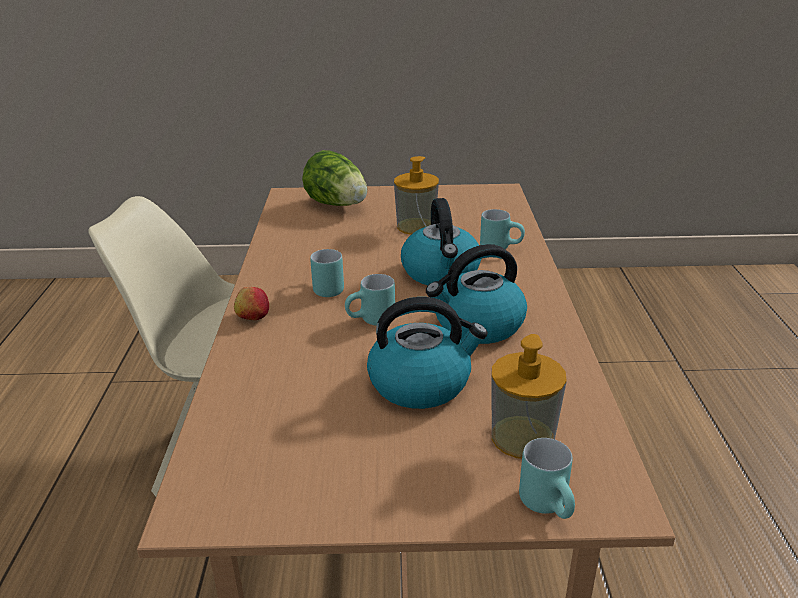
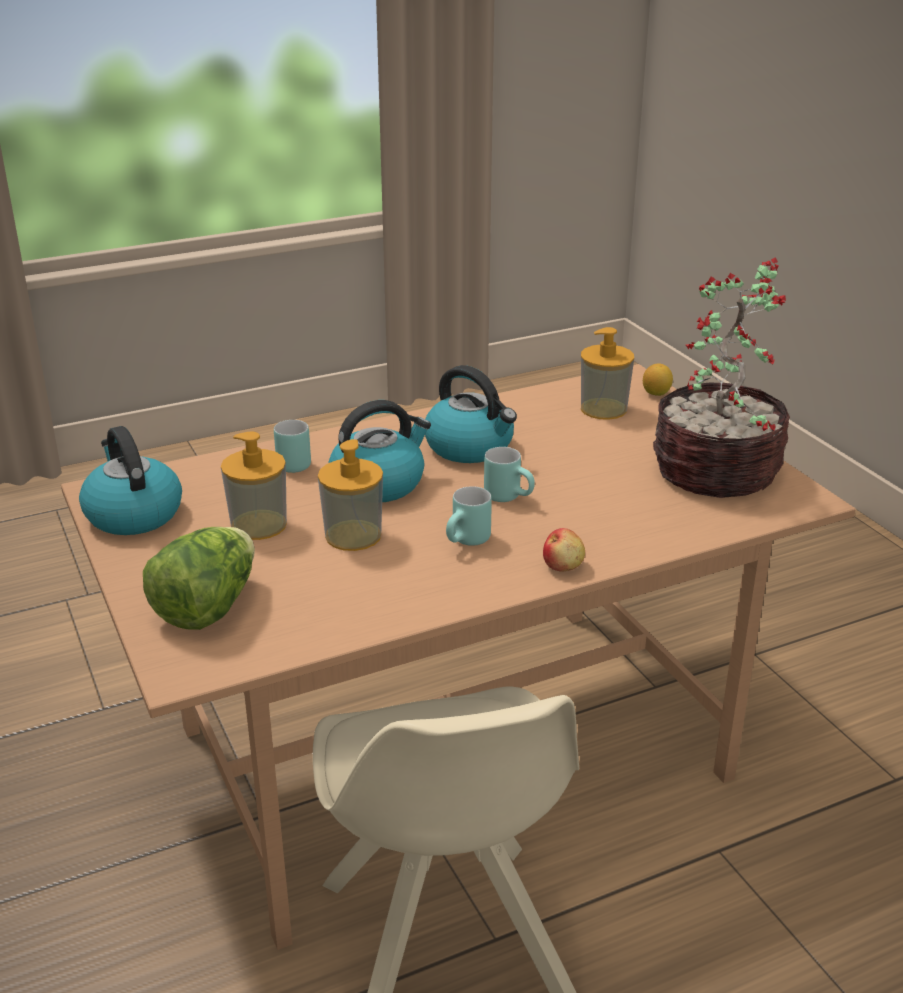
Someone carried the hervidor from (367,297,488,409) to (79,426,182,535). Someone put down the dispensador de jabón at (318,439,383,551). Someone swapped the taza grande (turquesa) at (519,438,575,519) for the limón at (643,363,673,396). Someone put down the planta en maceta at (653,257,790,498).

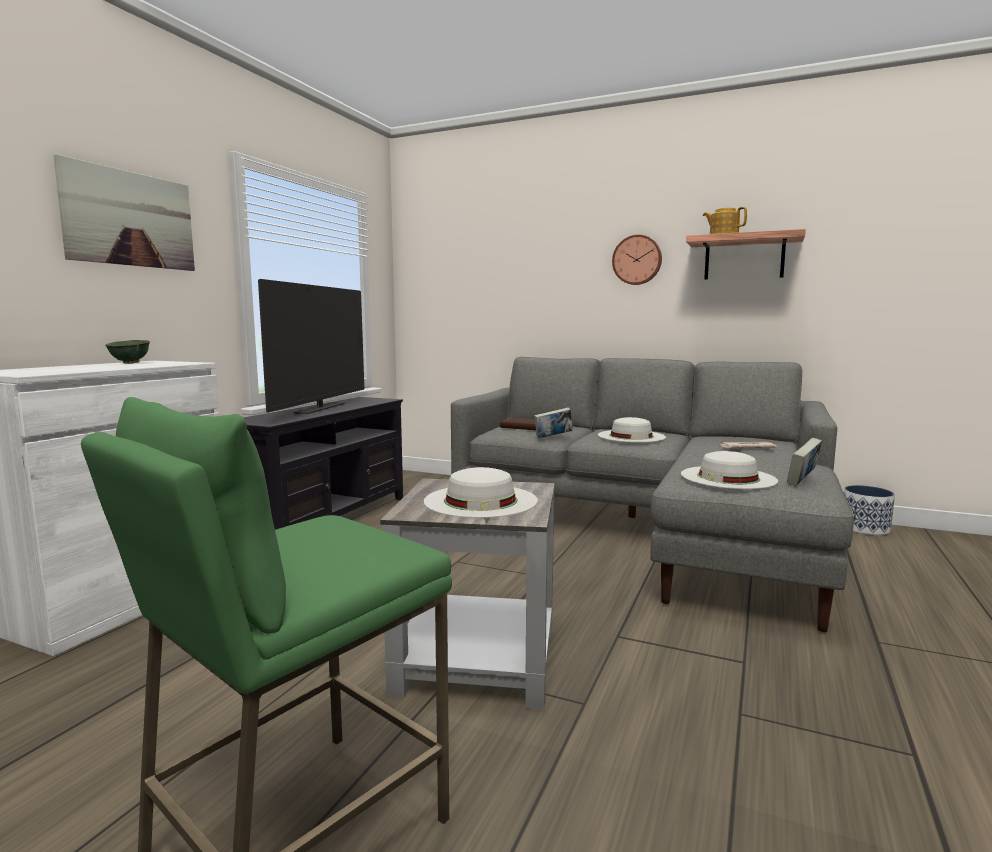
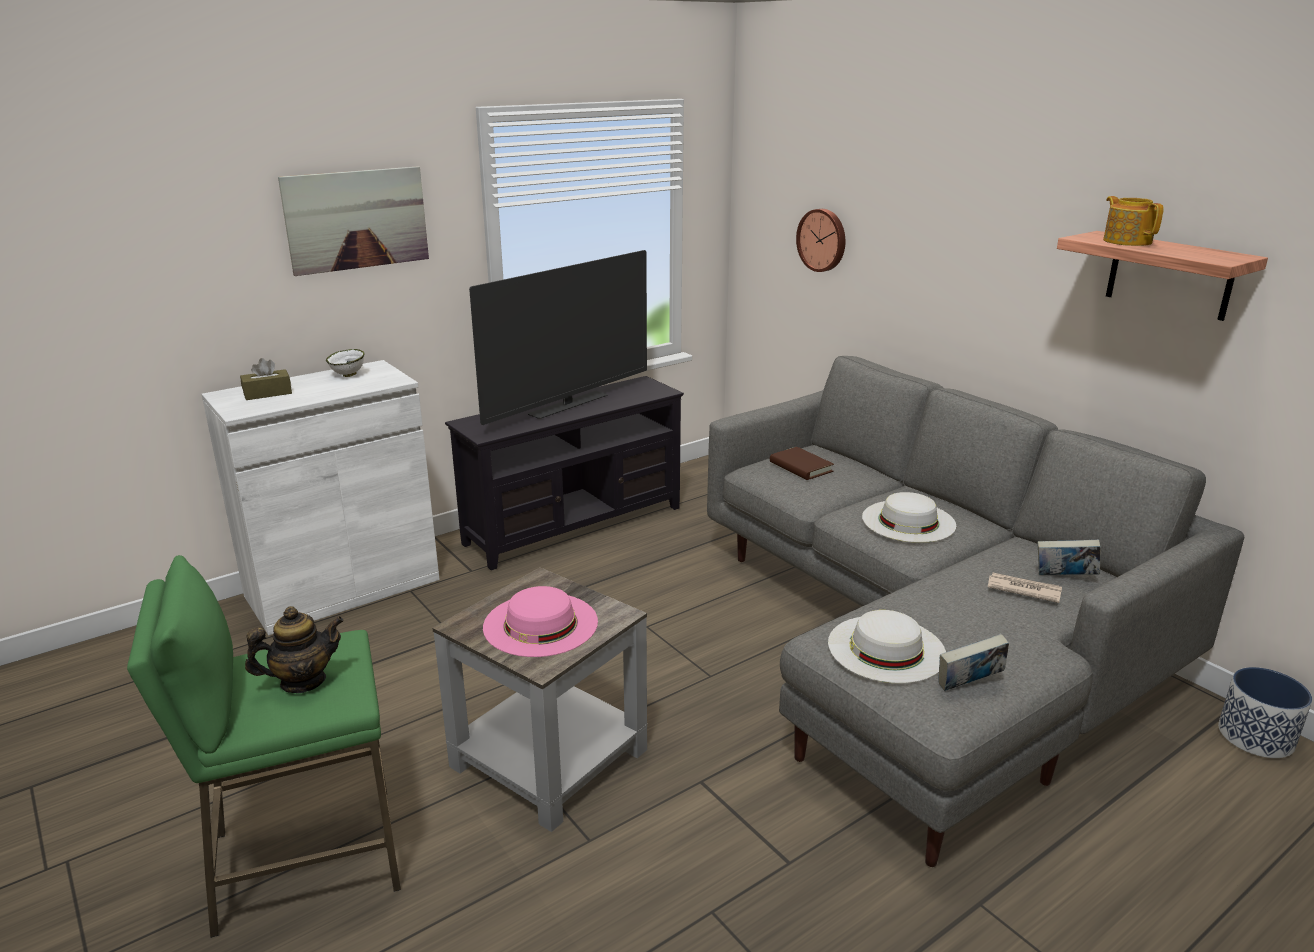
Someone put down the caja de pañuelos (marrón) at (240,358,292,400). Someone put down the tetera at (245,606,344,693). Someone repainted the cuenco (verde) at (105,340,150,364), which became the cuenco (blanco) at (326,349,365,377). Someone repainted the sombrero (blanco) at (424,467,538,518), which became the sombrero (rosa) at (483,586,598,657). Someone carried the reloj de pared from (612,234,662,285) to (796,209,845,272). Someone carried the libro from (534,407,573,438) to (1037,540,1101,575).

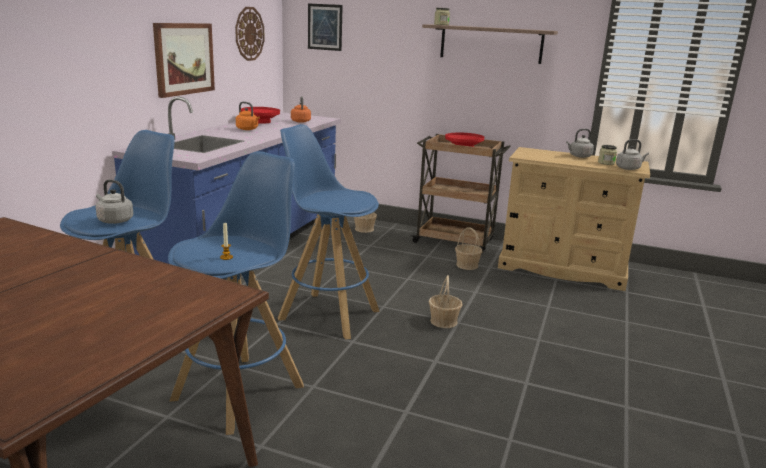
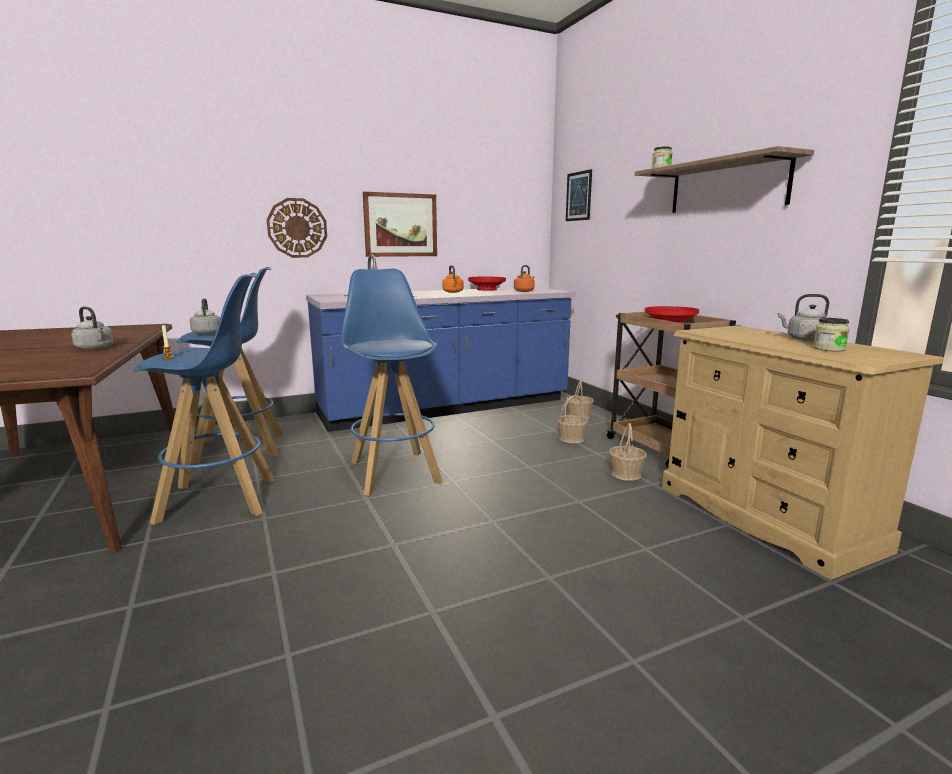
Someone carried the hervidor (gris) from (616,139,649,170) to (71,307,114,350). Someone carried the reloj de pared from (235,7,265,61) to (267,198,327,258). Someone carried the cesta from (429,275,463,328) to (557,395,588,443).

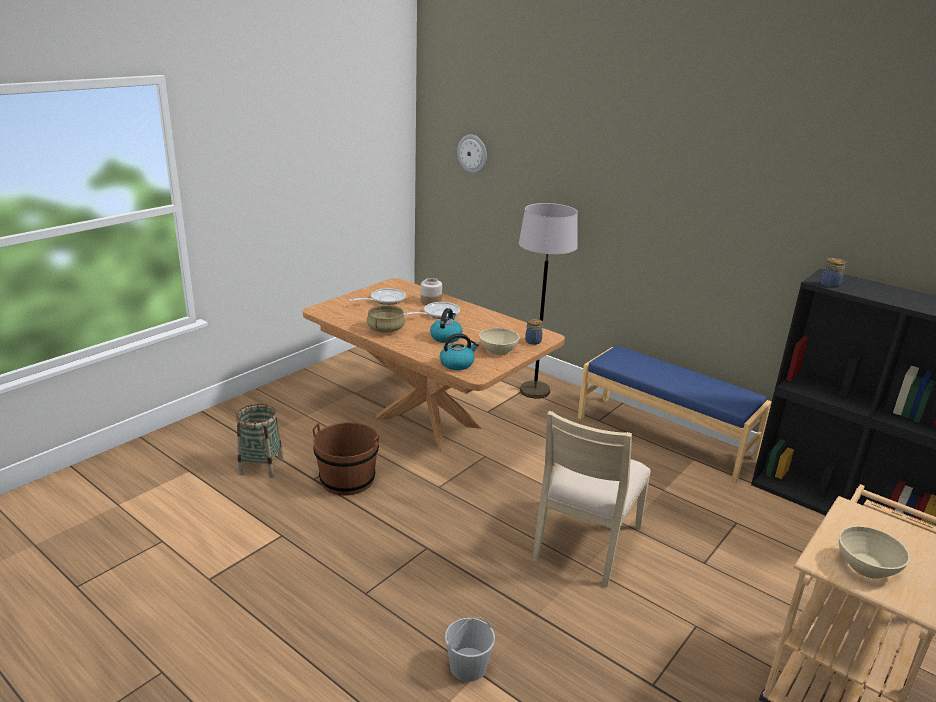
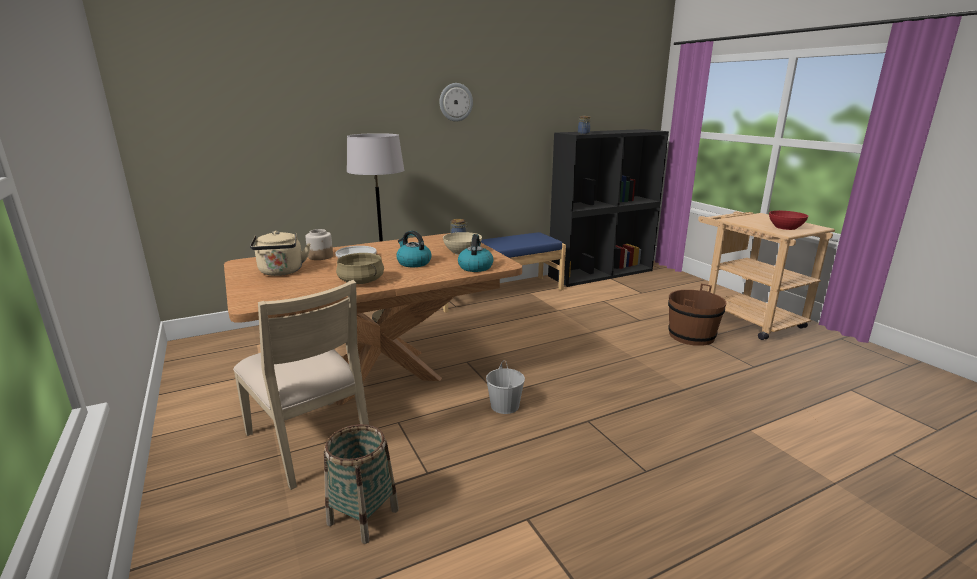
Someone carried the silla (beis) from (532,411,651,587) to (233,280,369,490). Someone swapped the sartén at (349,288,406,305) for the hervidor (beis) at (250,231,310,276). Someone carried the reloj de pared from (457,134,487,173) to (439,83,473,121). Someone carried the cubo (blanco) from (445,617,495,682) to (486,360,525,414). Someone carried the cubo (marrón) from (312,422,380,496) to (668,284,727,346). Someone repainted the cuenco (beis) at (839,526,910,579), which became the cuenco (rojo) at (769,211,808,230).

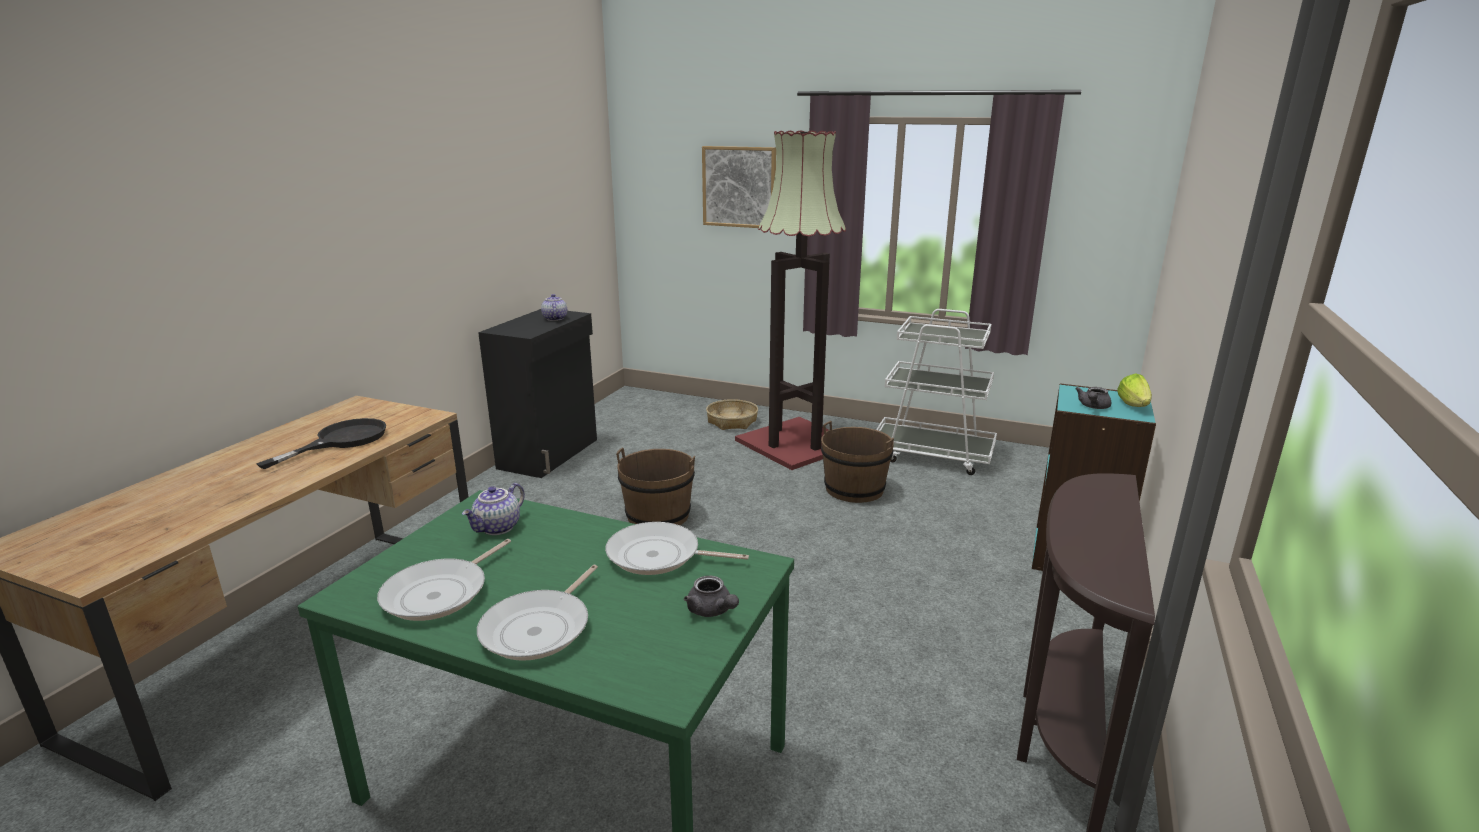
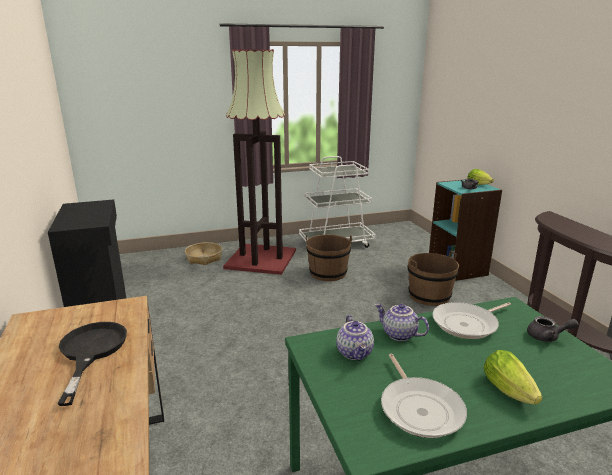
Someone carried the tetera from (541,294,567,321) to (375,303,429,341). Someone carried the cubo (marrón) from (616,448,695,525) to (407,251,459,306). Someone swapped the sartén at (477,565,598,661) for the lechuga at (484,350,543,404). Someone took away the cuadro at (702,146,776,228).

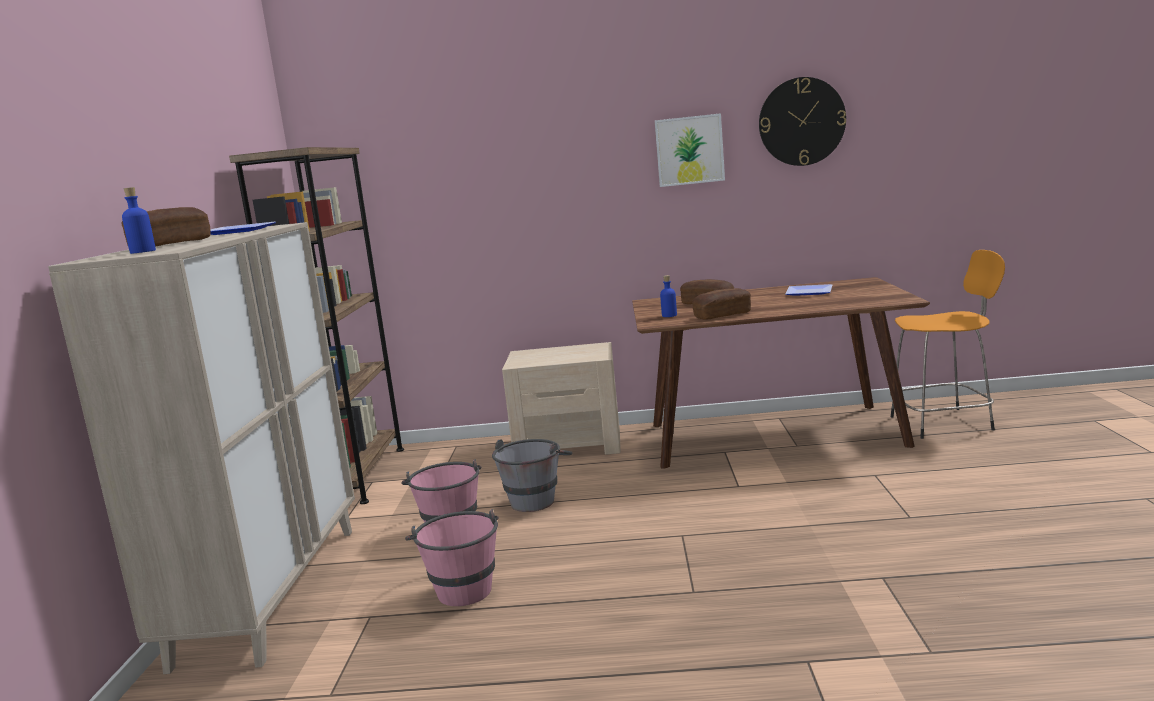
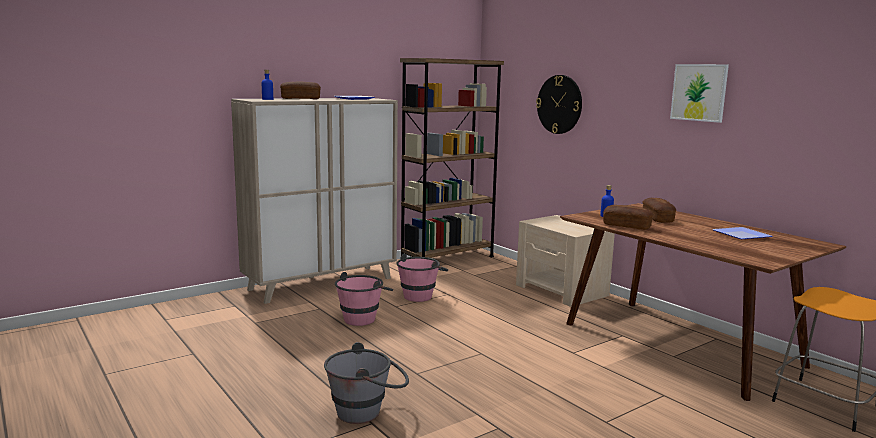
Someone carried the cubo (gris) from (492,439,573,512) to (324,342,409,424). Someone carried the reloj de pared from (759,77,846,166) to (536,75,582,134).

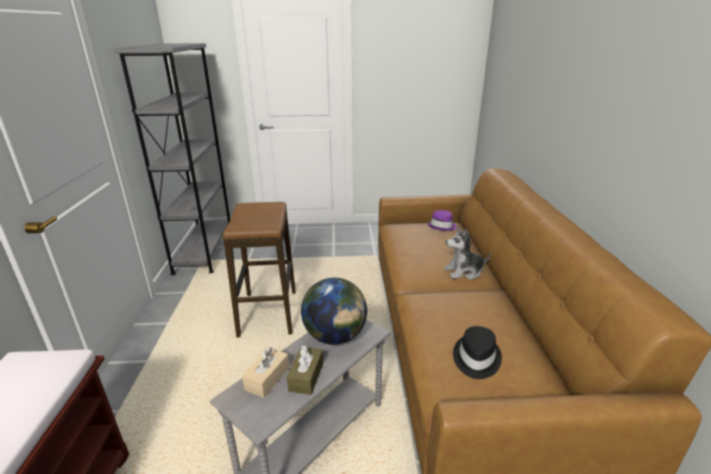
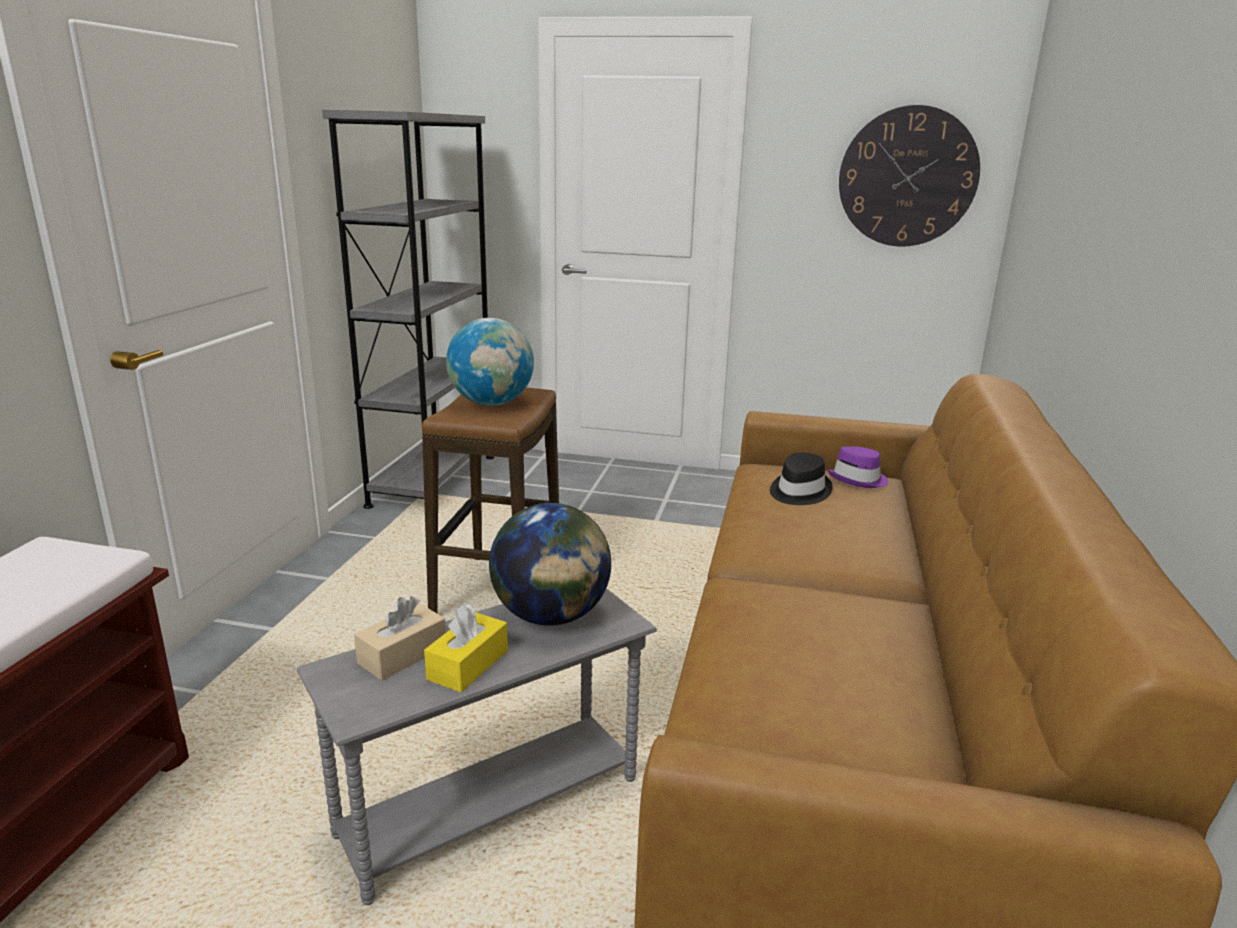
Someone repainted the caja de pañuelos (marrón) at (287,345,323,395), which became the caja de pañuelos (amarillo) at (424,604,508,692). Someone put down the globo terráqueo at (446,318,534,406). Someone carried the sombrero (negro) from (453,326,502,379) to (770,452,833,505). Someone put up the reloj de pared at (839,105,980,247). Someone took away the peluche at (444,227,491,280).

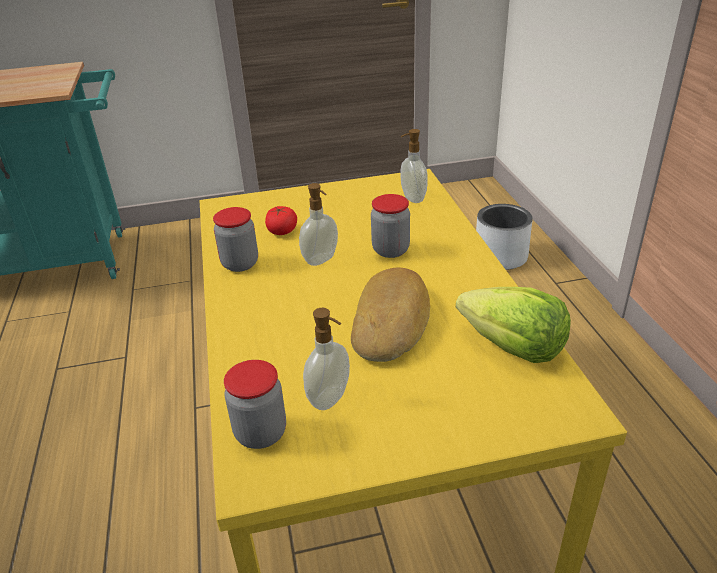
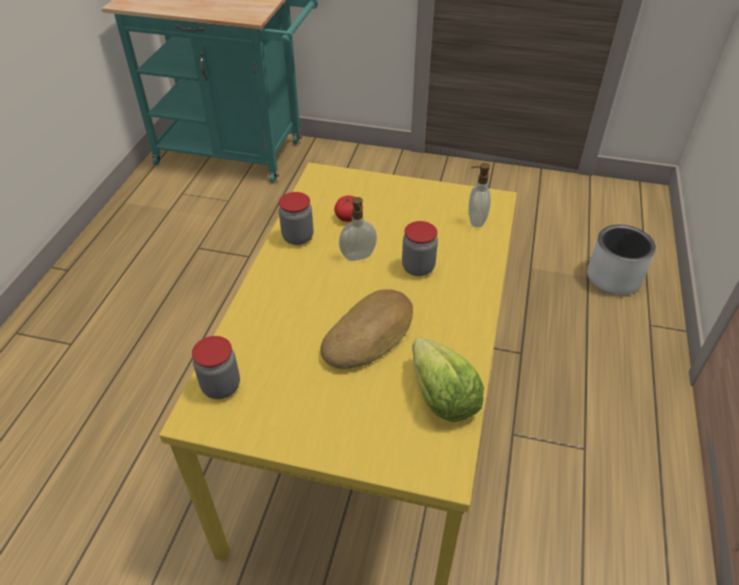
Someone took away the dispensador de jabón at (303,308,350,410).

